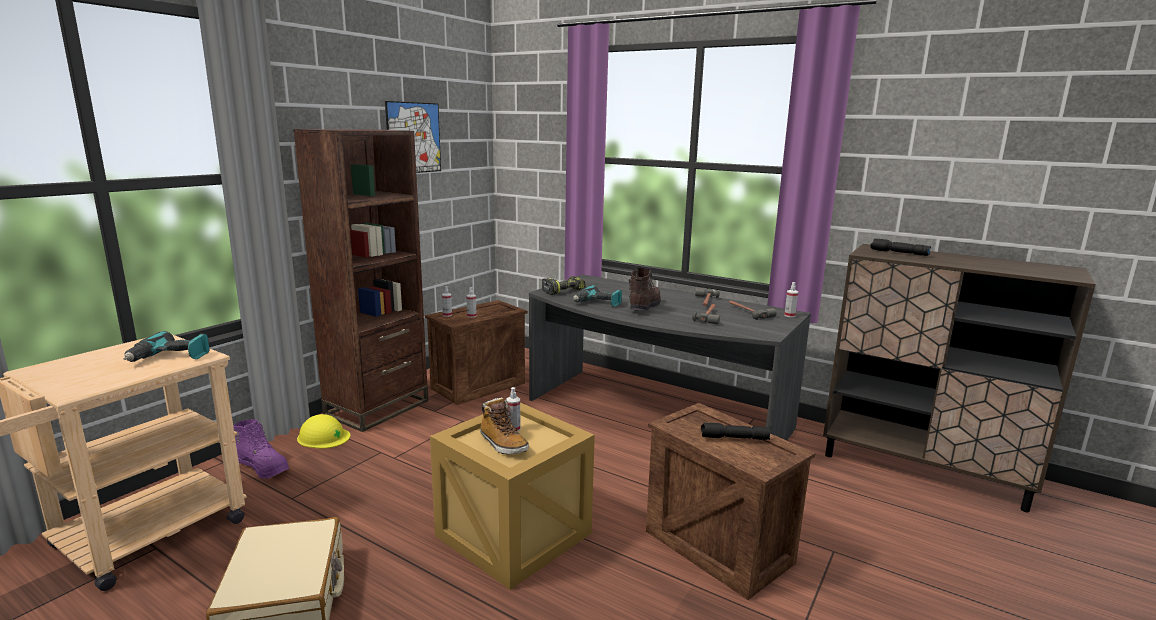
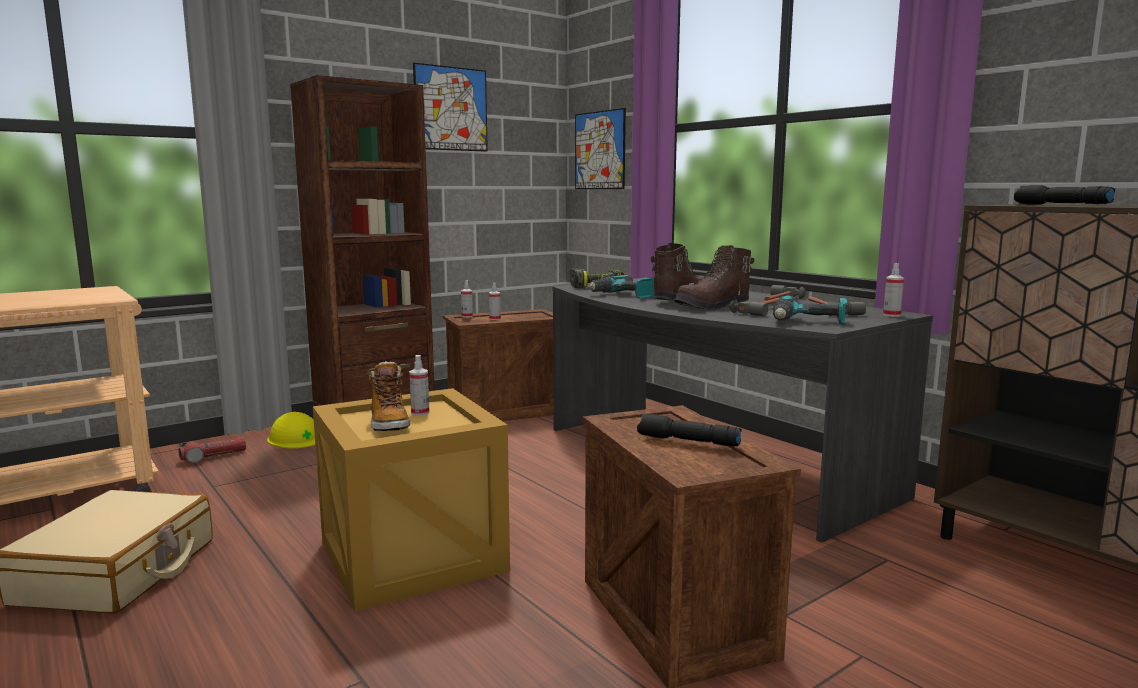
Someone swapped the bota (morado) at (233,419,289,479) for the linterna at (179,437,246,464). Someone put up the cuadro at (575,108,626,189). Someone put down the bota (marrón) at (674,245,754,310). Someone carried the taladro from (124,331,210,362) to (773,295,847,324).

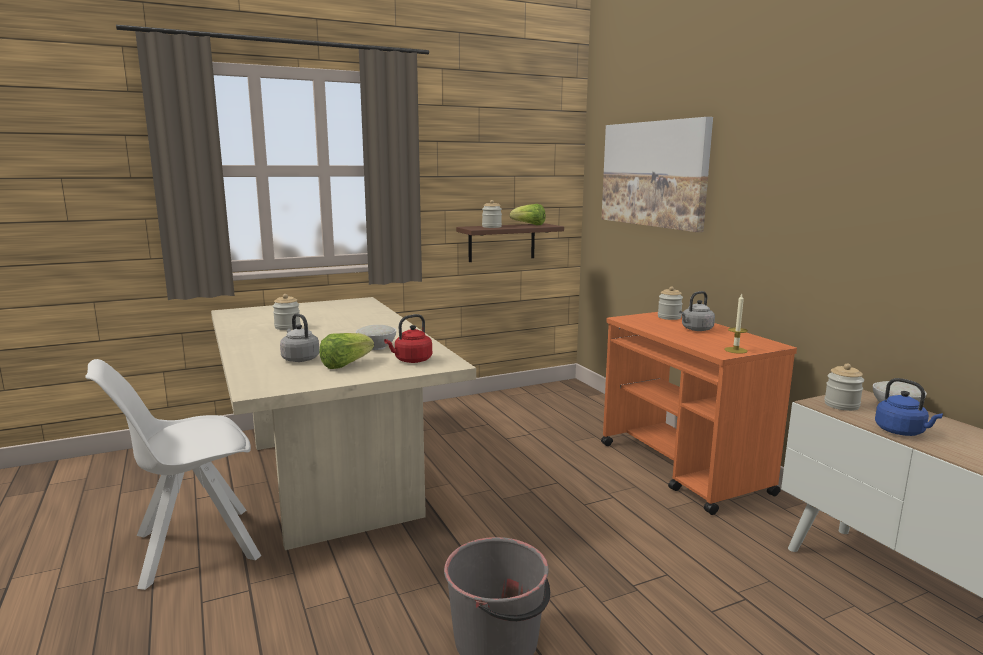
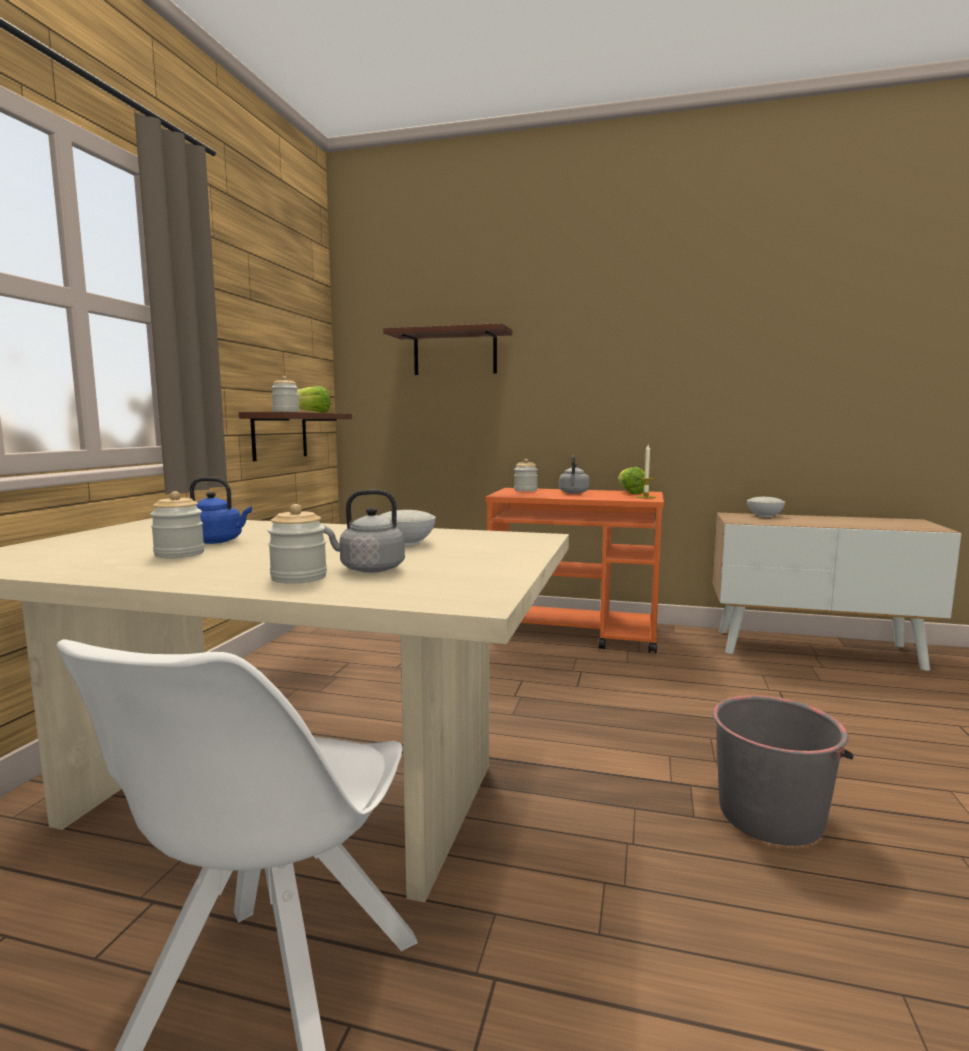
Someone carried the hervidor (azul) from (875,378,943,436) to (190,477,252,544). Someone carried the tarro from (824,364,864,411) to (268,504,327,584). Someone swapped the cuadro at (602,117,713,232) for the estante (marrón) at (383,323,512,375). Someone carried the lechuga from (319,333,374,369) to (618,467,645,494). Someone took away the hervidor (rojo) at (384,314,432,363).

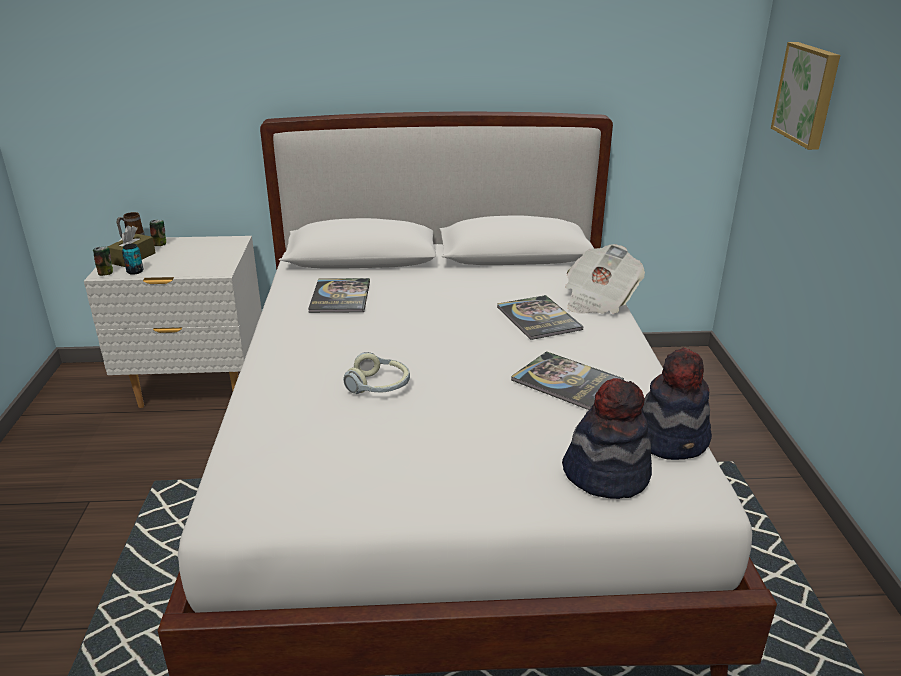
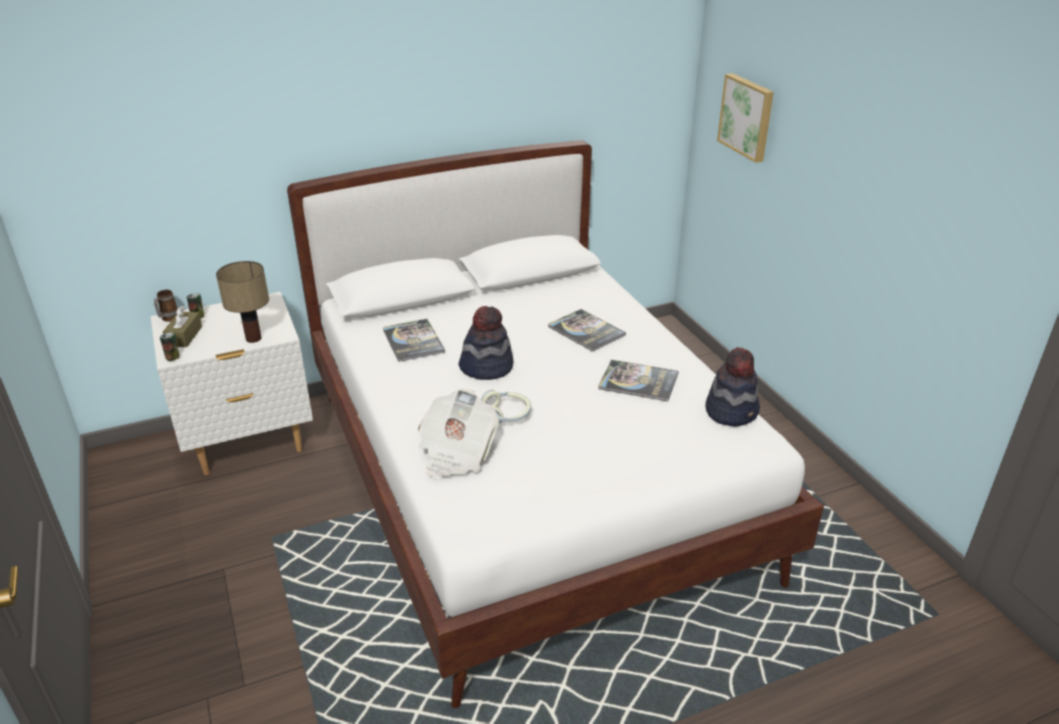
Someone put down the lámpara de mesa at (216,261,269,343). Someone carried the periódico from (565,244,645,314) to (418,389,499,477). Someone carried the sombrero from (562,378,652,499) to (459,306,514,380). Someone took away the lata at (122,244,144,275).

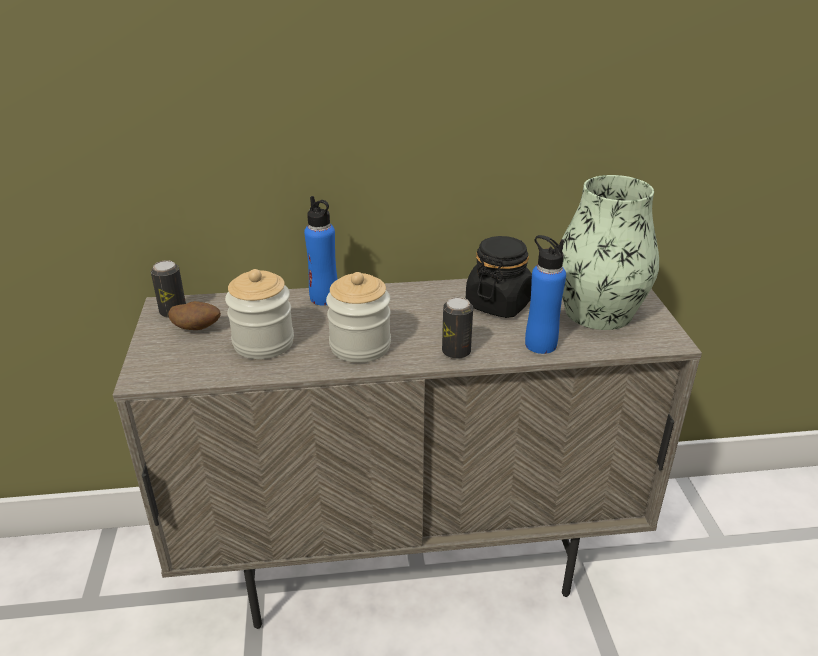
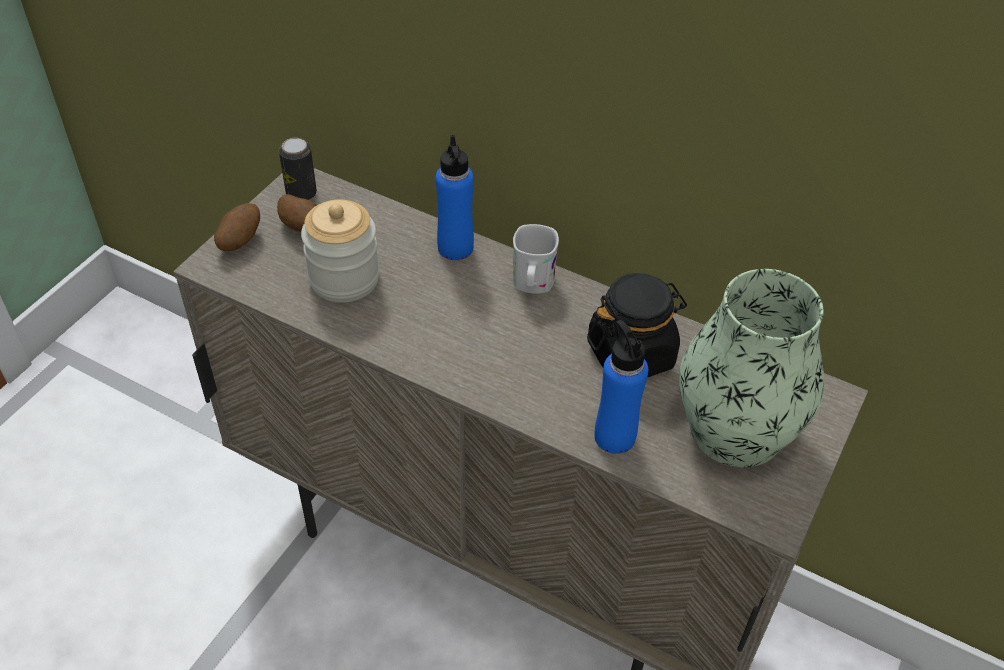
Someone put down the patata at (214,203,260,251). Someone put down the taza grande (blanco) at (513,224,559,294). Someone took away the tarro at (326,272,391,363). Someone took away the lata at (442,297,473,359).

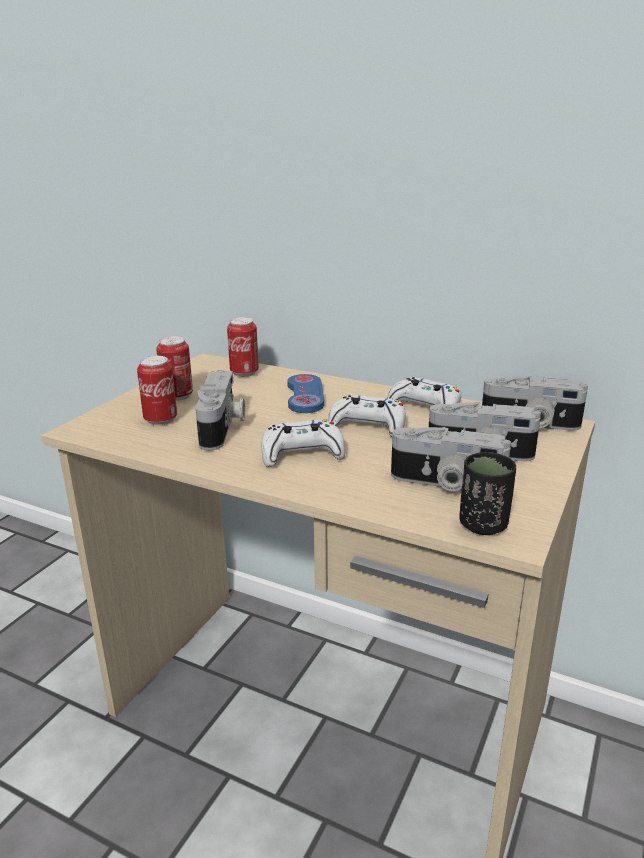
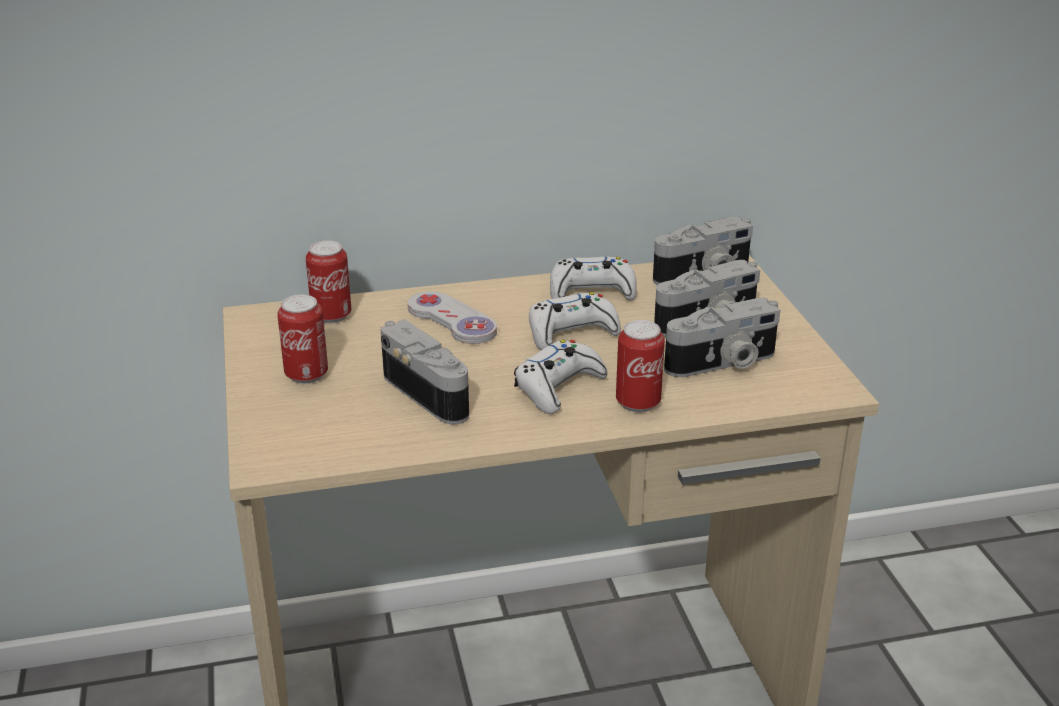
Someone repainted the mando de consola (azul) at (287,374,324,413), which became the mando de consola (blanco) at (408,291,497,344). Someone carried the lata from (137,356,177,425) to (616,320,665,413). Someone took away the taza (negro) at (459,452,516,535).

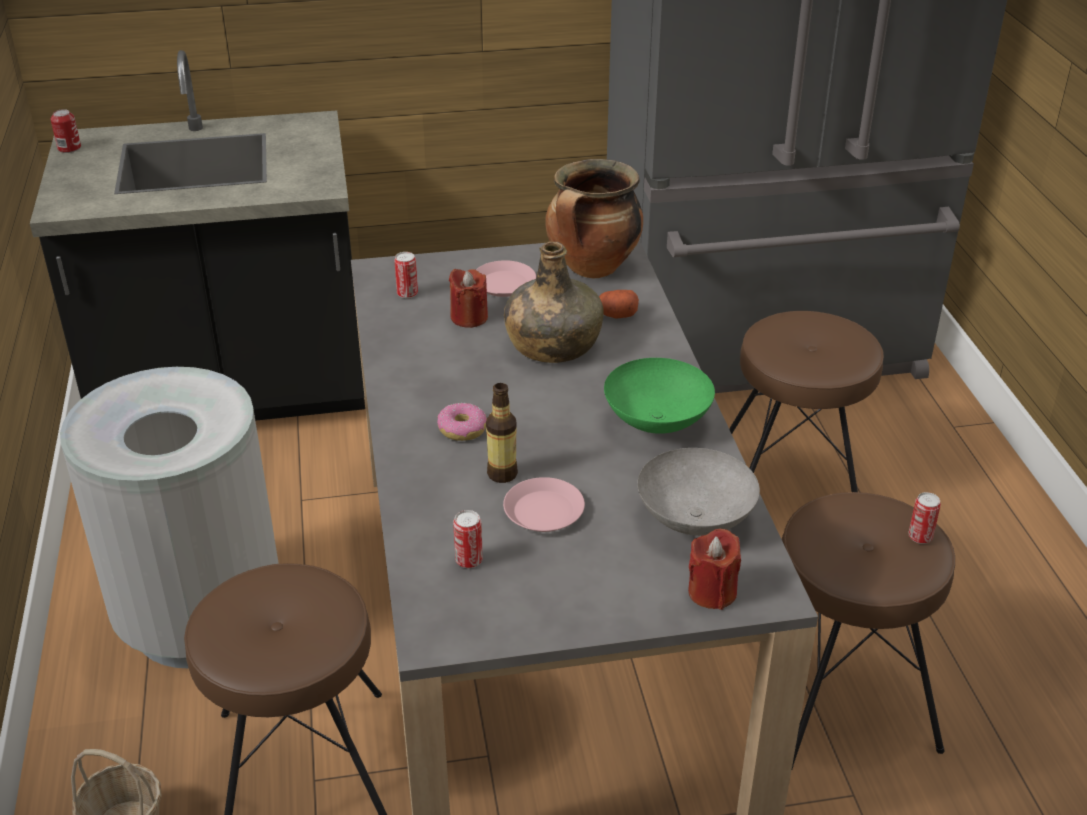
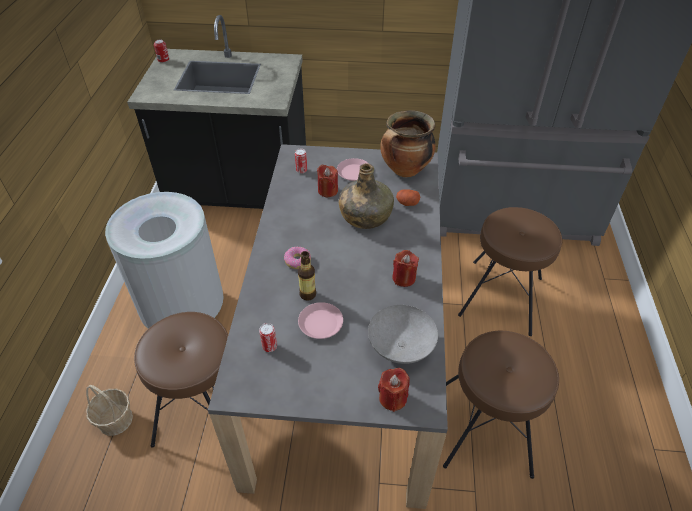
Someone swapped the cuenco (verde) at (604,358,715,434) for the vela (rojo) at (392,250,419,287). Someone took away the lata at (908,492,941,544).

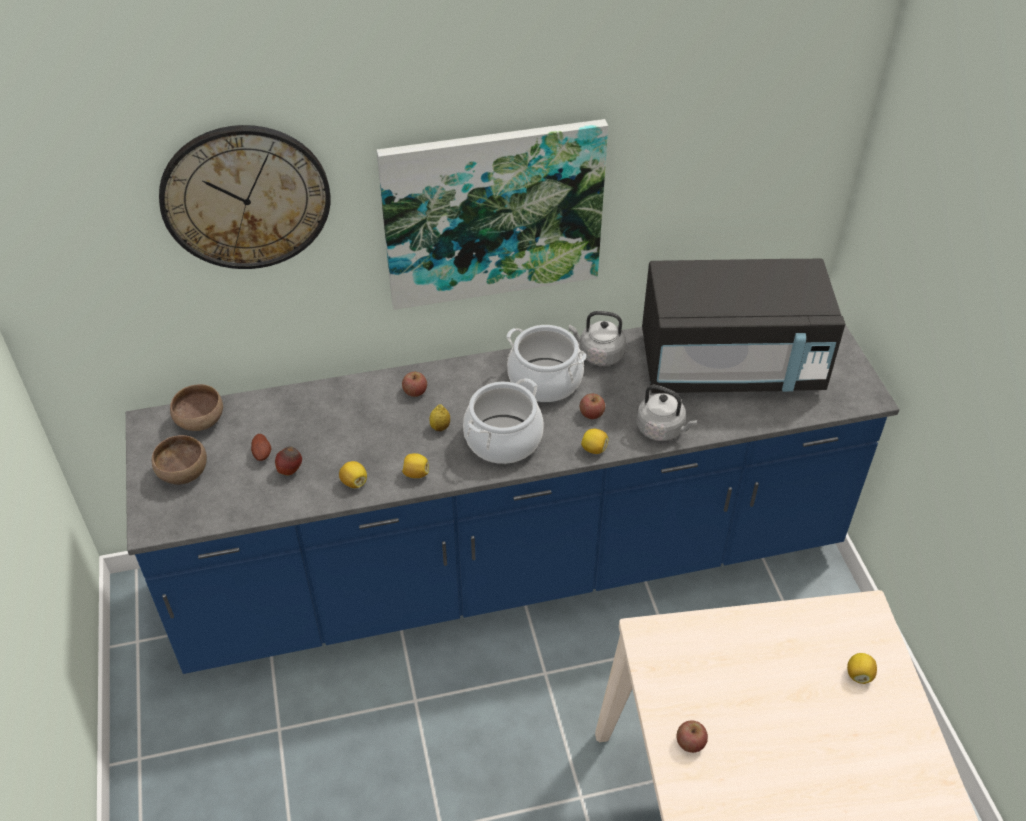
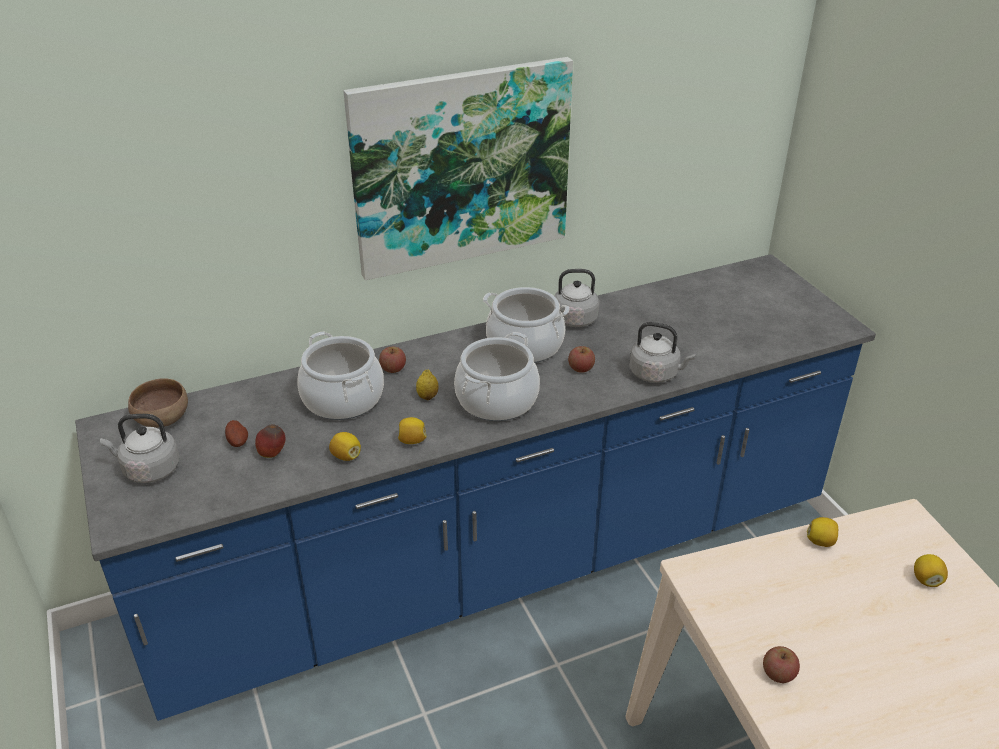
Someone swapped the cuenco (marrón) at (152,435,207,485) for the hervidor (gris) at (100,414,179,483). Someone put down the olla at (297,331,384,420). Someone carried the limón from (581,428,608,454) to (807,517,838,547). Someone took away the reloj de pared at (159,125,331,269). Someone took away the microondas (negro) at (642,259,845,393).

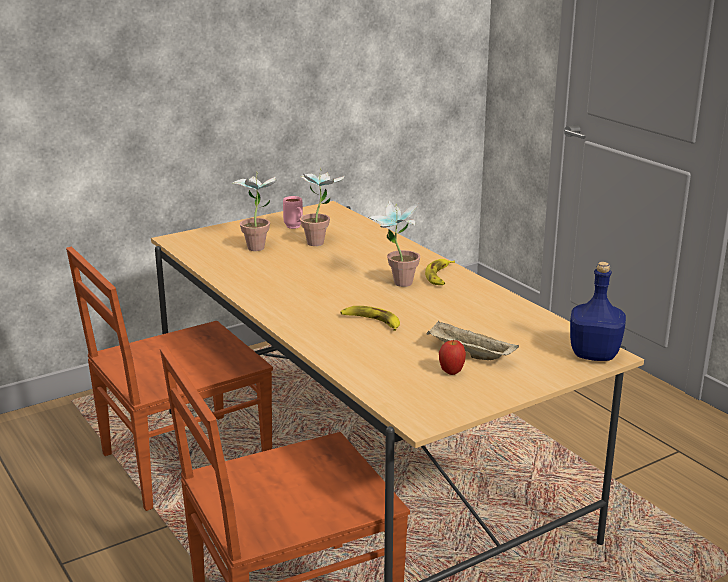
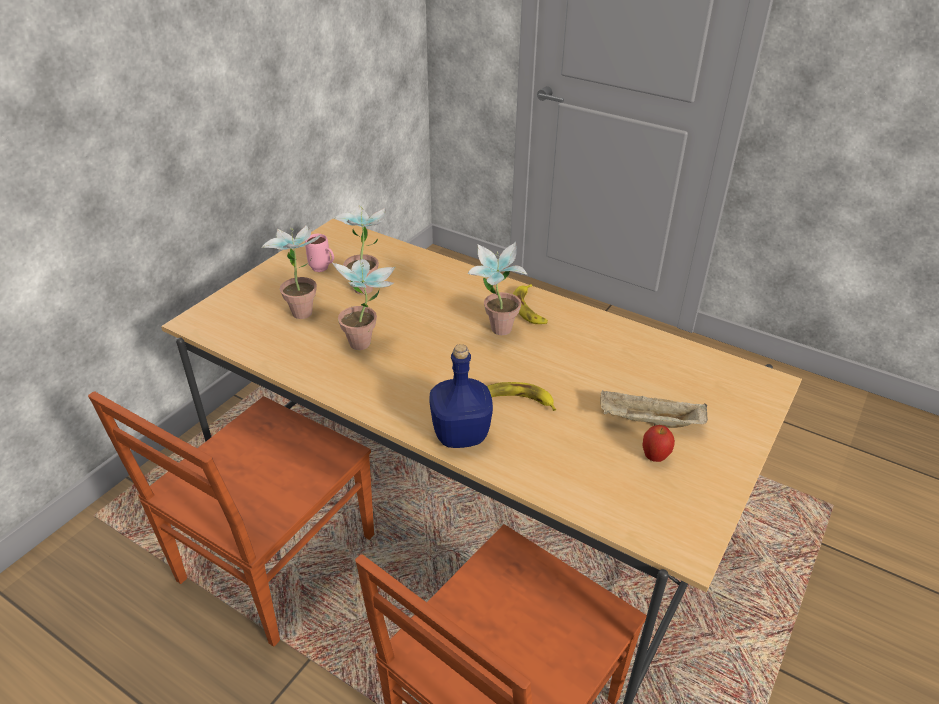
Someone put down the planta en maceta at (333,259,395,350). Someone carried the botella (azul) from (570,262,626,361) to (430,344,493,448).

